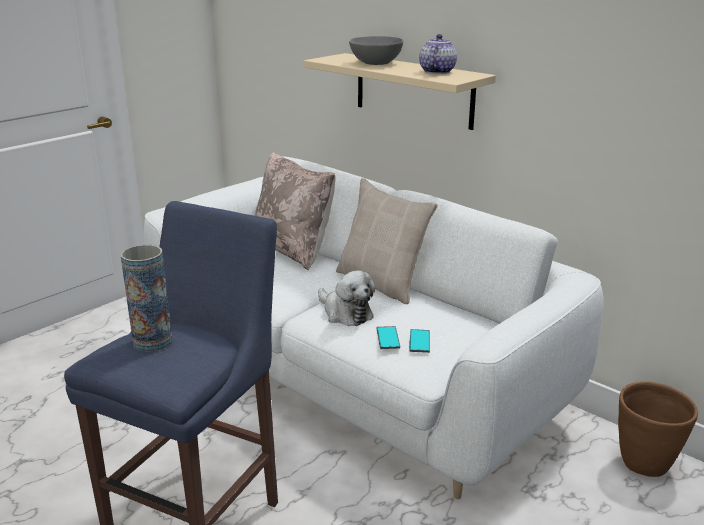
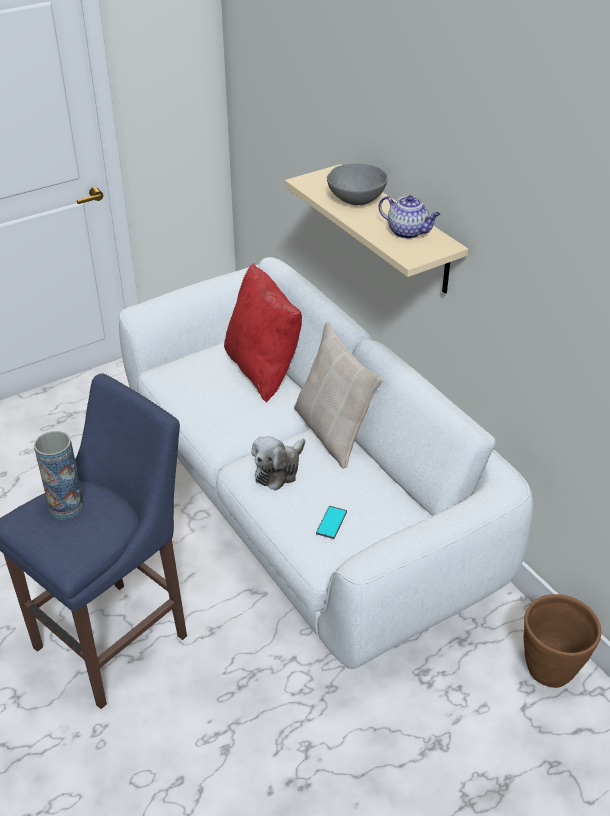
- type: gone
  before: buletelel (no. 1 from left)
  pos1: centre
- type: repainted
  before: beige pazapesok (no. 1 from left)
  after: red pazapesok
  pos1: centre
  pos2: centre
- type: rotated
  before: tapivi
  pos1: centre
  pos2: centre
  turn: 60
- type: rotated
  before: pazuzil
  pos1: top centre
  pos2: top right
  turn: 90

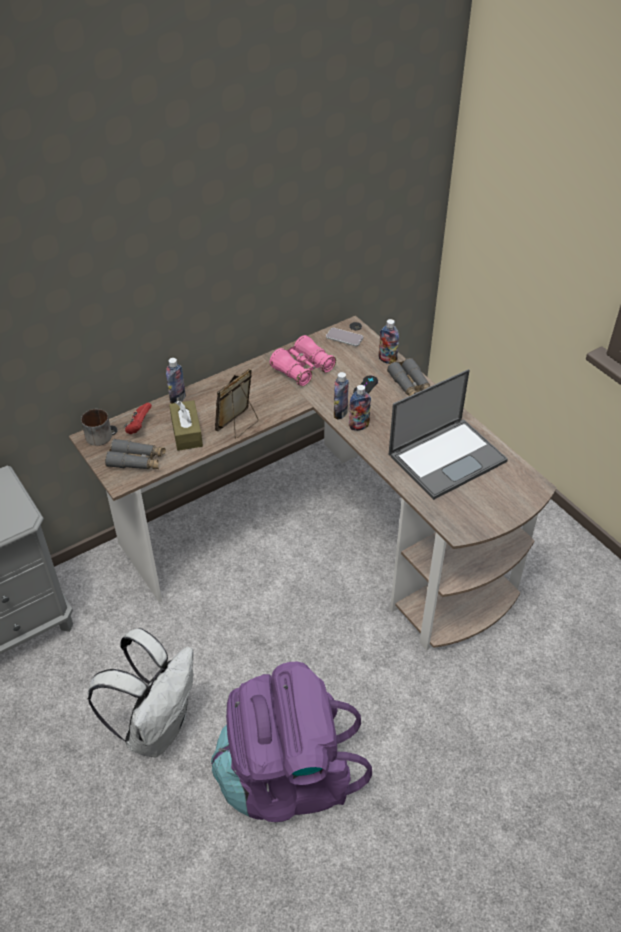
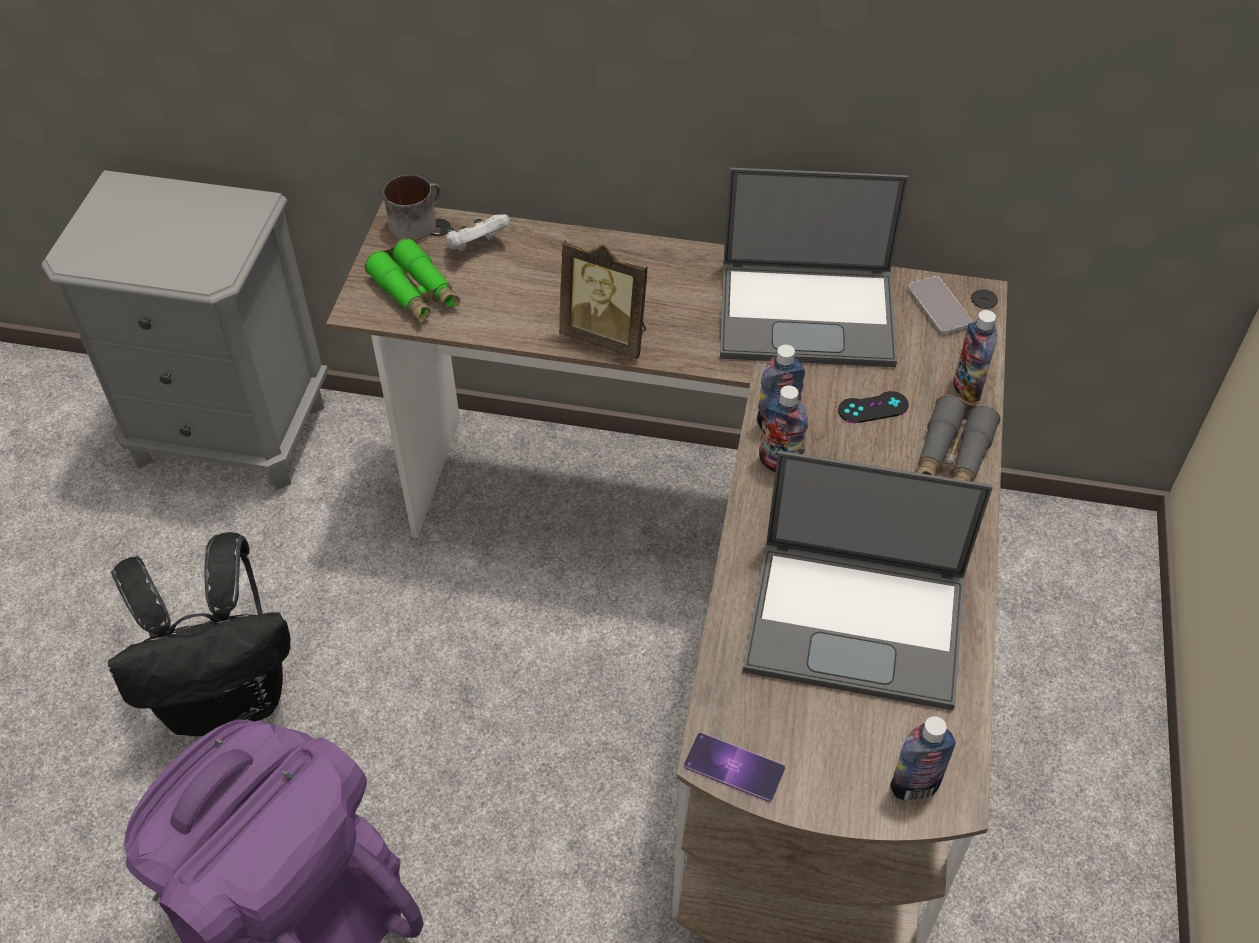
- type: gone
  before: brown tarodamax
  pos1: middle left
- type: new
  after: buletelel (no. 1 from left)
  pos2: bottom centre
- type: shifted
  before: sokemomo (no. 1 from left in the first image)
  after: sokemomo (no. 3 from left)
  pos1: middle left
  pos2: bottom right
- type: swapped
  before: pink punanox
  after: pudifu (no. 1 from left)
  pos1: centre
  pos2: top centre
- type: repainted
  before: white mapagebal
  after: black mapagebal
  pos1: bottom left
  pos2: bottom left
- type: repainted
  before: grey punanox (no. 1 from left)
  after: green punanox
  pos1: middle left
  pos2: top left
- type: repainted
  before: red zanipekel
  after: white zanipekel
  pos1: middle left
  pos2: top centre
- type: rotated
  before: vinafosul
  pos1: centre
  pos2: top centre
  turn: -150

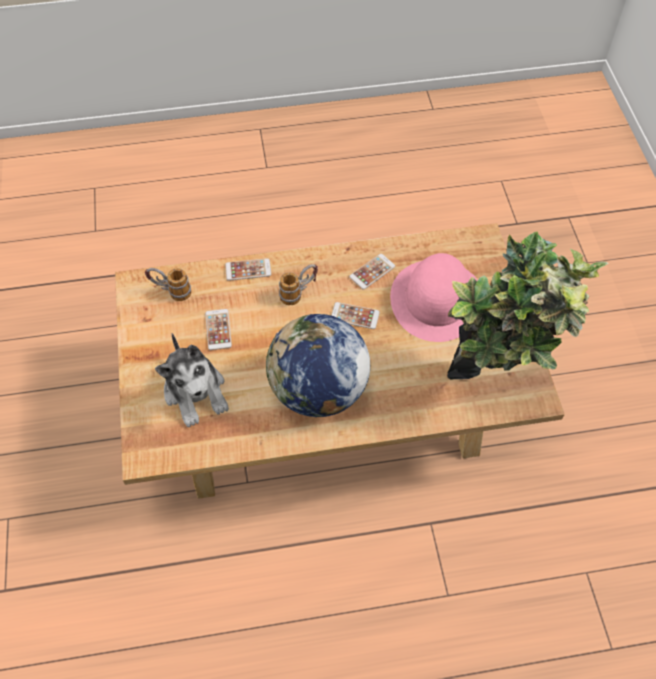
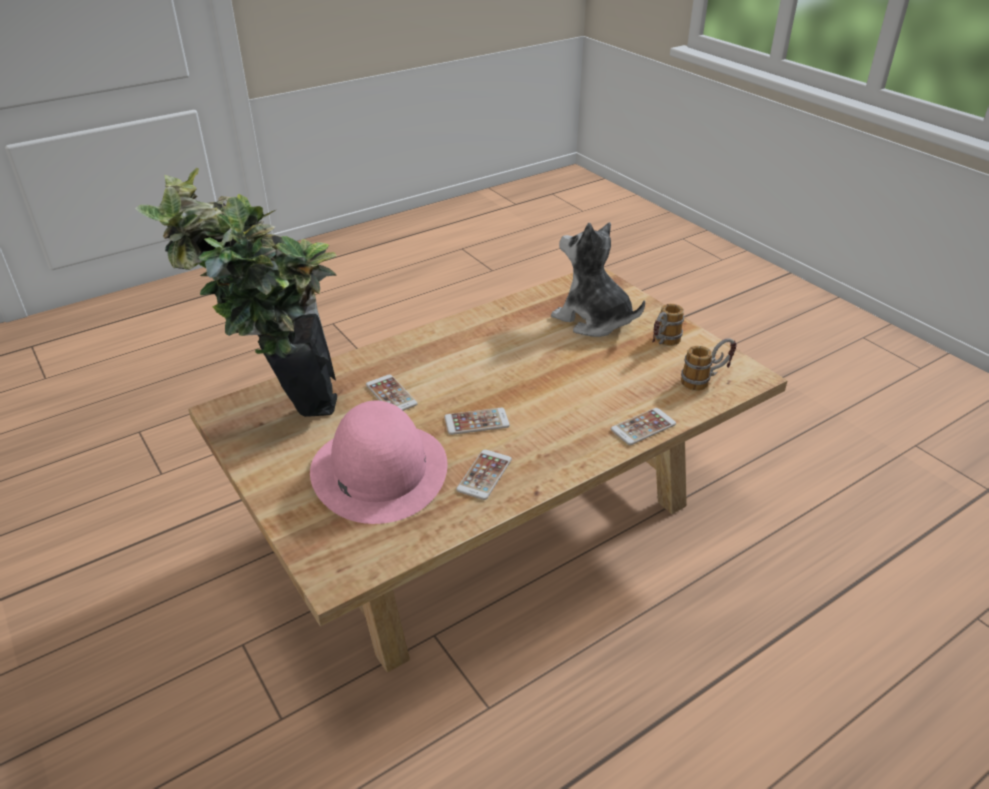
- type: gone
  before: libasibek
  pos1: centre
- type: shifted
  before: buletelel (no. 1 from left)
  pos1: middle left
  pos2: centre
- type: shifted
  before: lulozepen (no. 2 from left in the first image)
  after: lulozepen (no. 1 from left)
  pos1: centre
  pos2: middle right

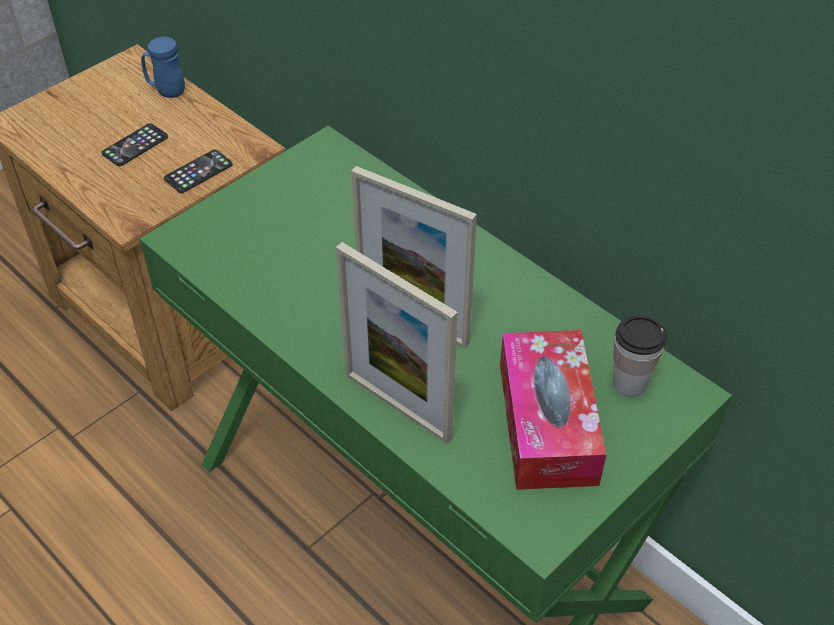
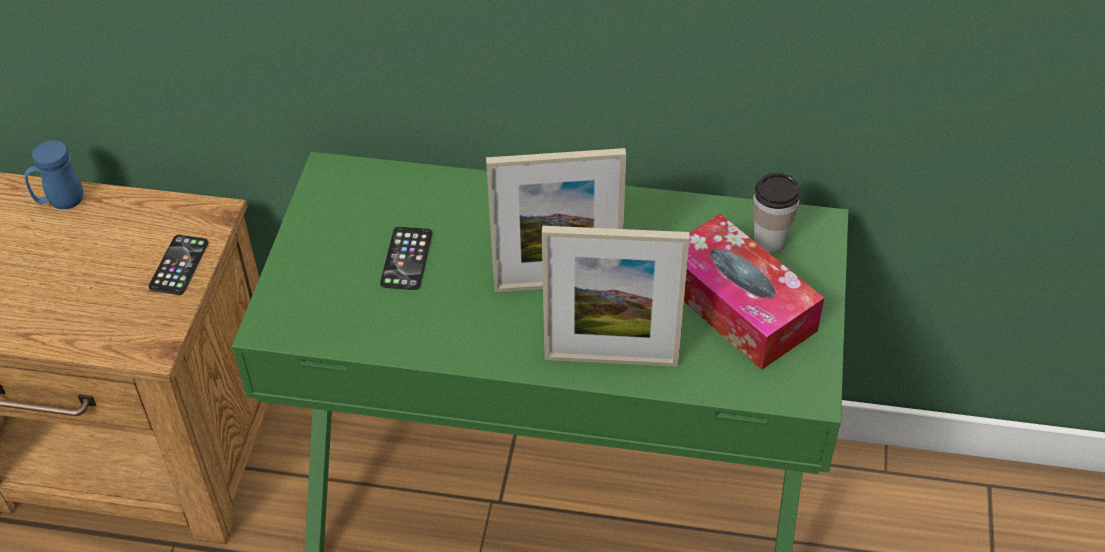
- type: shifted
  before: buletelel (no. 1 from left in the first image)
  after: buletelel (no. 2 from left)
  pos1: top left
  pos2: centre

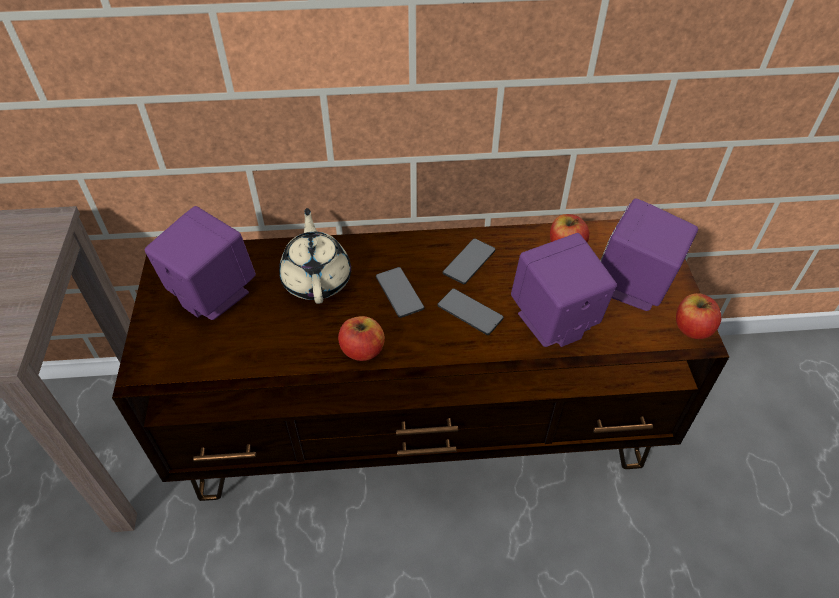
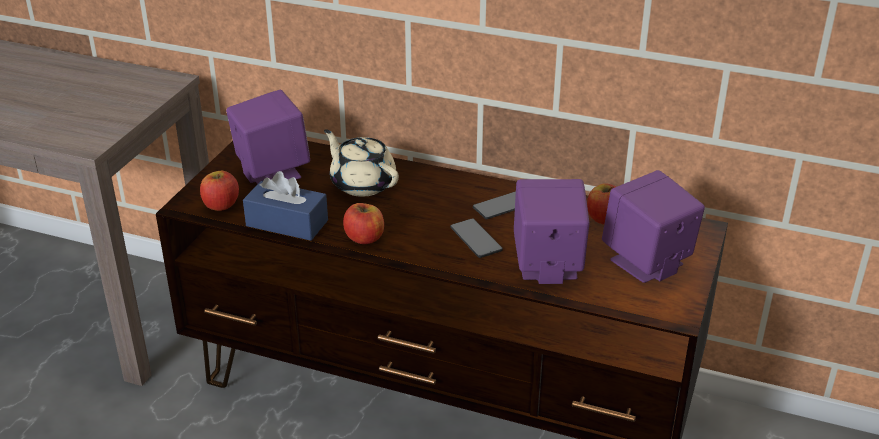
- type: gone
  before: buletelel (no. 1 from left)
  pos1: centre
- type: new
  after: blue tarodamax
  pos2: middle left
- type: shifted
  before: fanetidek (no. 3 from left in the first image)
  after: fanetidek (no. 1 from left)
  pos1: middle right
  pos2: middle left
- type: rotated
  before: beige pazuzil
  pos1: centre
  pos2: centre
  turn: -60

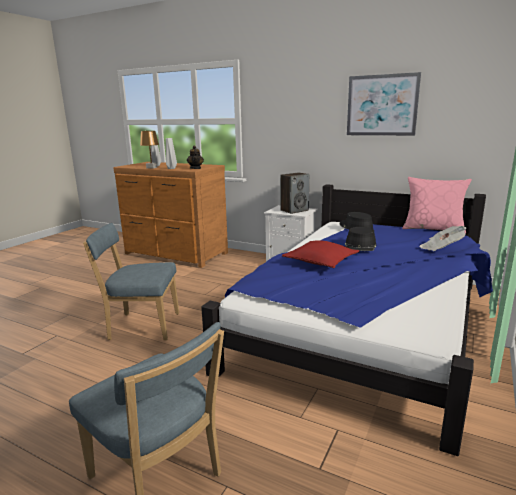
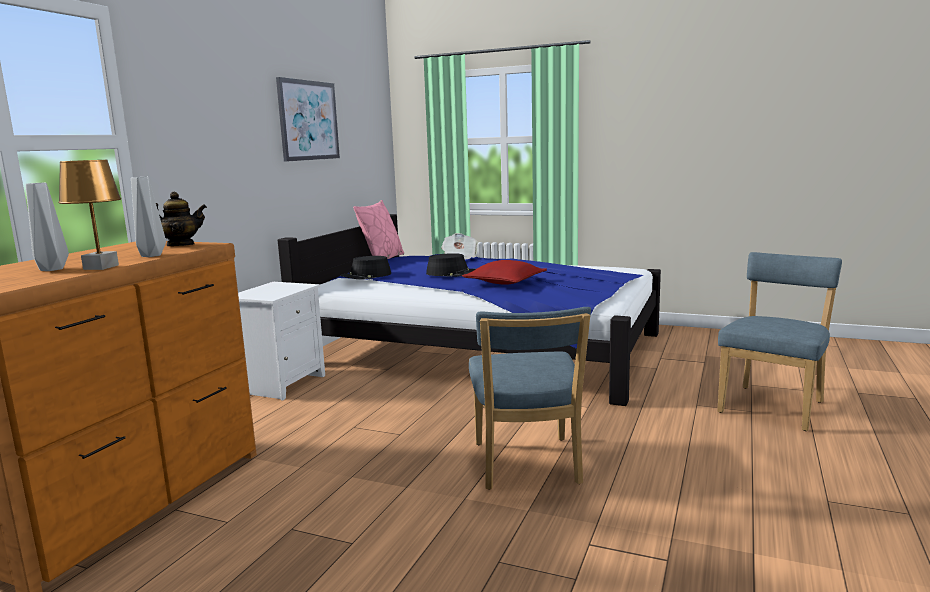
- type: gone
  before: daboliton
  pos1: centre

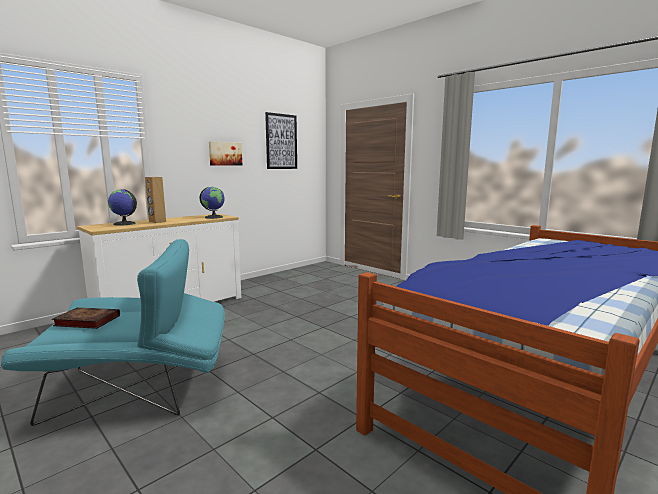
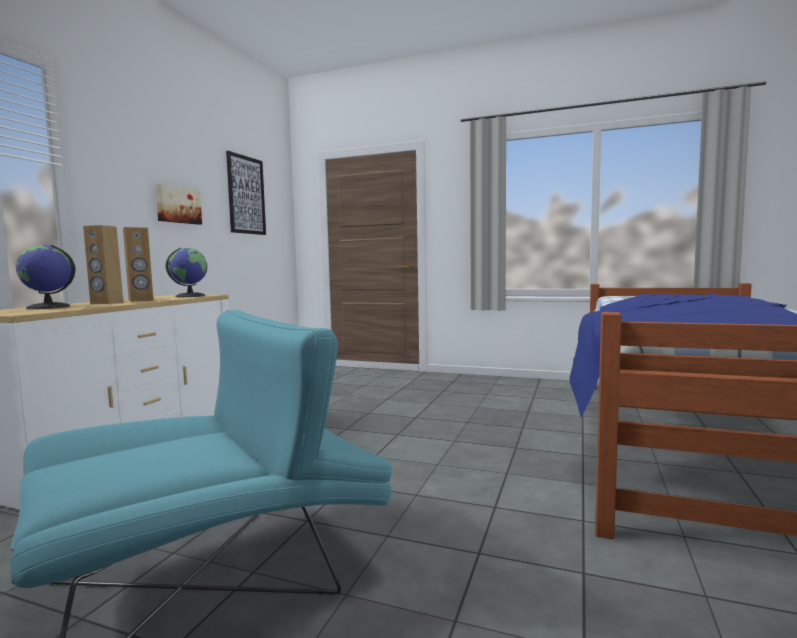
- type: gone
  before: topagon
  pos1: middle left
- type: new
  after: brown daboliton (no. 2 from left)
  pos2: middle left

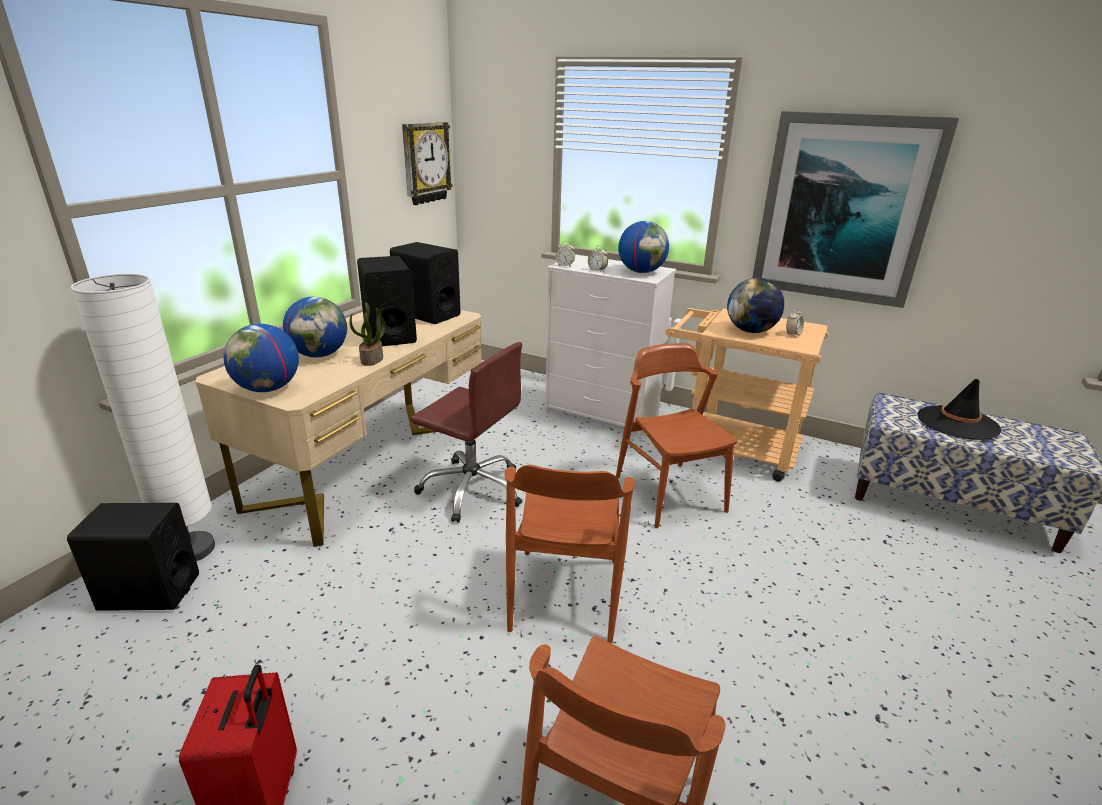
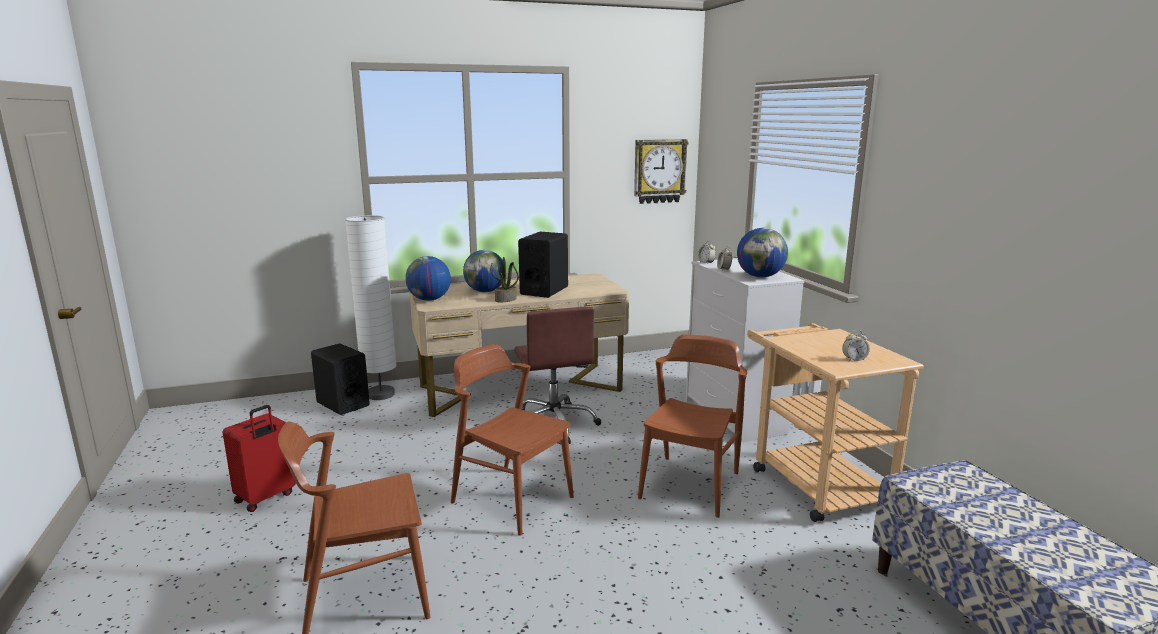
- type: gone
  before: black daboliton (no. 3 from left)
  pos1: centre
- type: gone
  before: libasibek (no. 4 from left)
  pos1: middle right
- type: gone
  before: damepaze
  pos1: top right
- type: gone
  before: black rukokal
  pos1: middle right
- type: rotated
  before: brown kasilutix (no. 1 from left in the first image)
  pos1: bottom centre
  pos2: bottom centre
  turn: 75

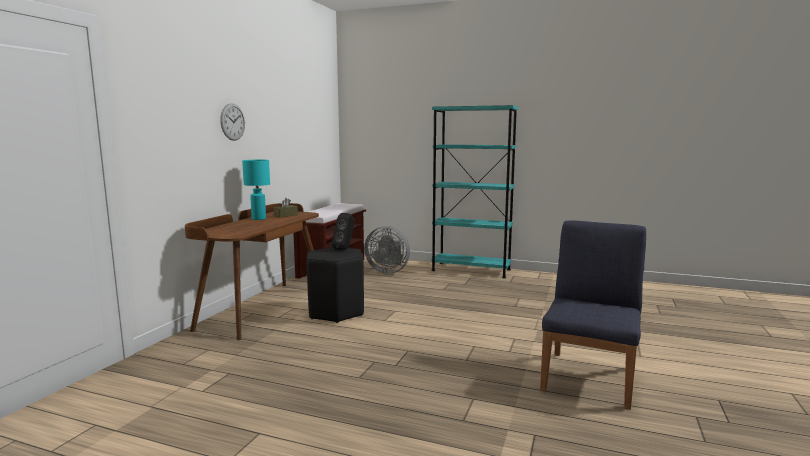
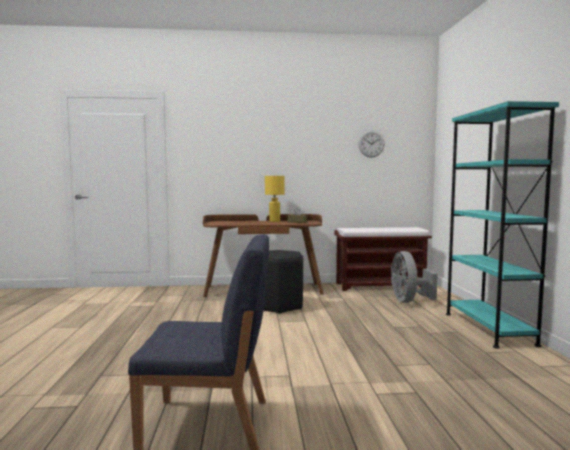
- type: gone
  before: black daboliton
  pos1: centre
- type: shifted
  before: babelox
  pos1: top left
  pos2: top centre
- type: repainted
  before: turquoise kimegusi
  after: yellow kimegusi
  pos1: middle left
  pos2: centre

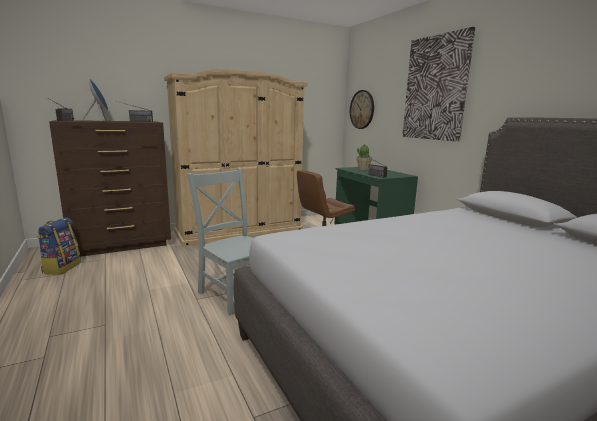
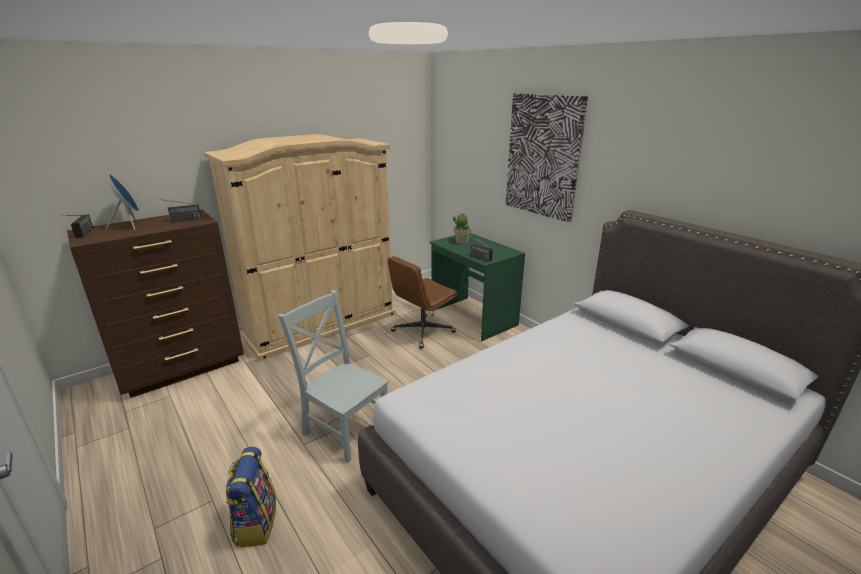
- type: gone
  before: babelox
  pos1: top centre
- type: shifted
  before: mapagebal
  pos1: middle left
  pos2: bottom left

